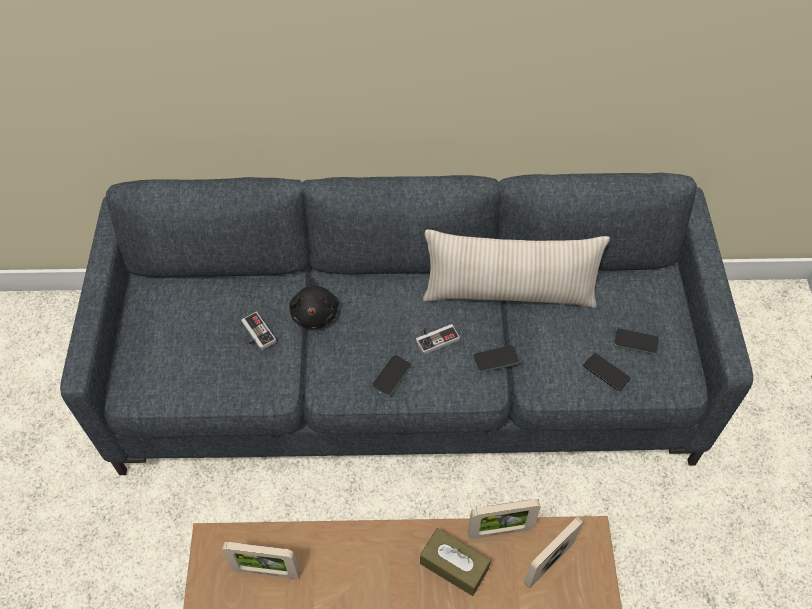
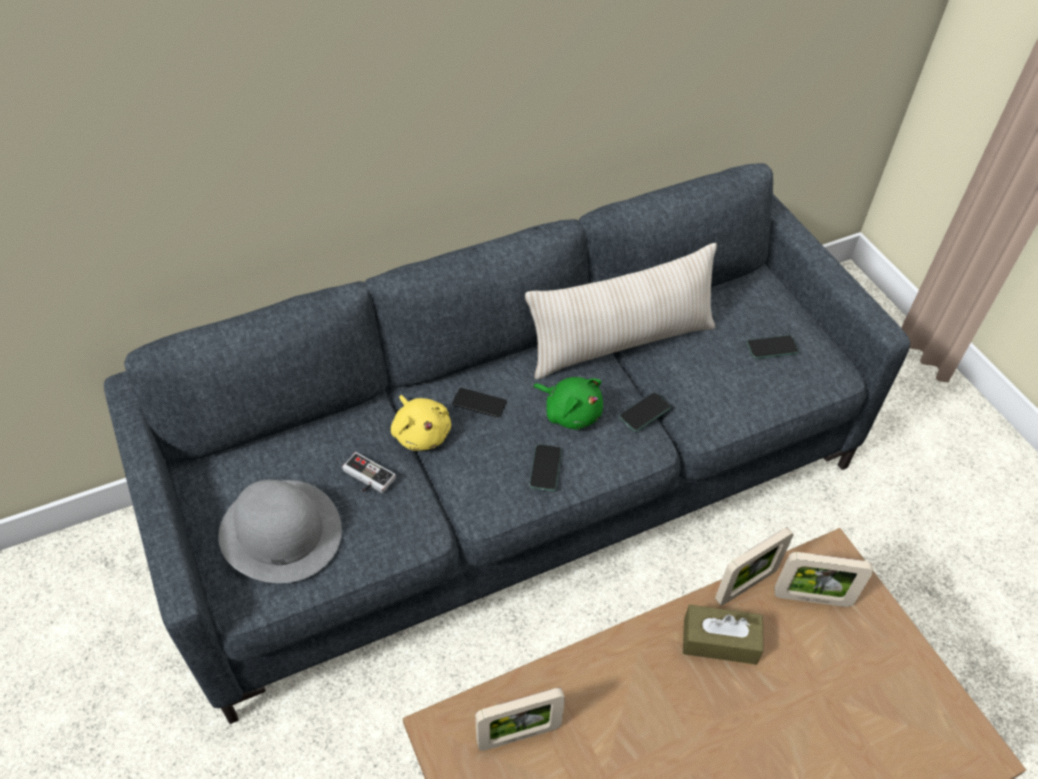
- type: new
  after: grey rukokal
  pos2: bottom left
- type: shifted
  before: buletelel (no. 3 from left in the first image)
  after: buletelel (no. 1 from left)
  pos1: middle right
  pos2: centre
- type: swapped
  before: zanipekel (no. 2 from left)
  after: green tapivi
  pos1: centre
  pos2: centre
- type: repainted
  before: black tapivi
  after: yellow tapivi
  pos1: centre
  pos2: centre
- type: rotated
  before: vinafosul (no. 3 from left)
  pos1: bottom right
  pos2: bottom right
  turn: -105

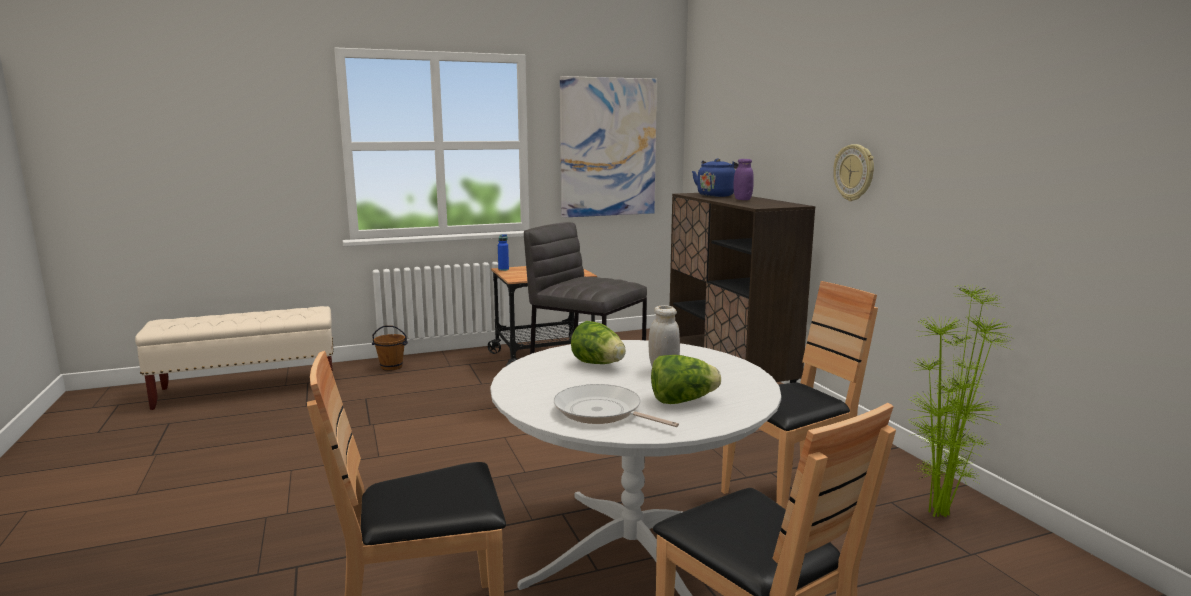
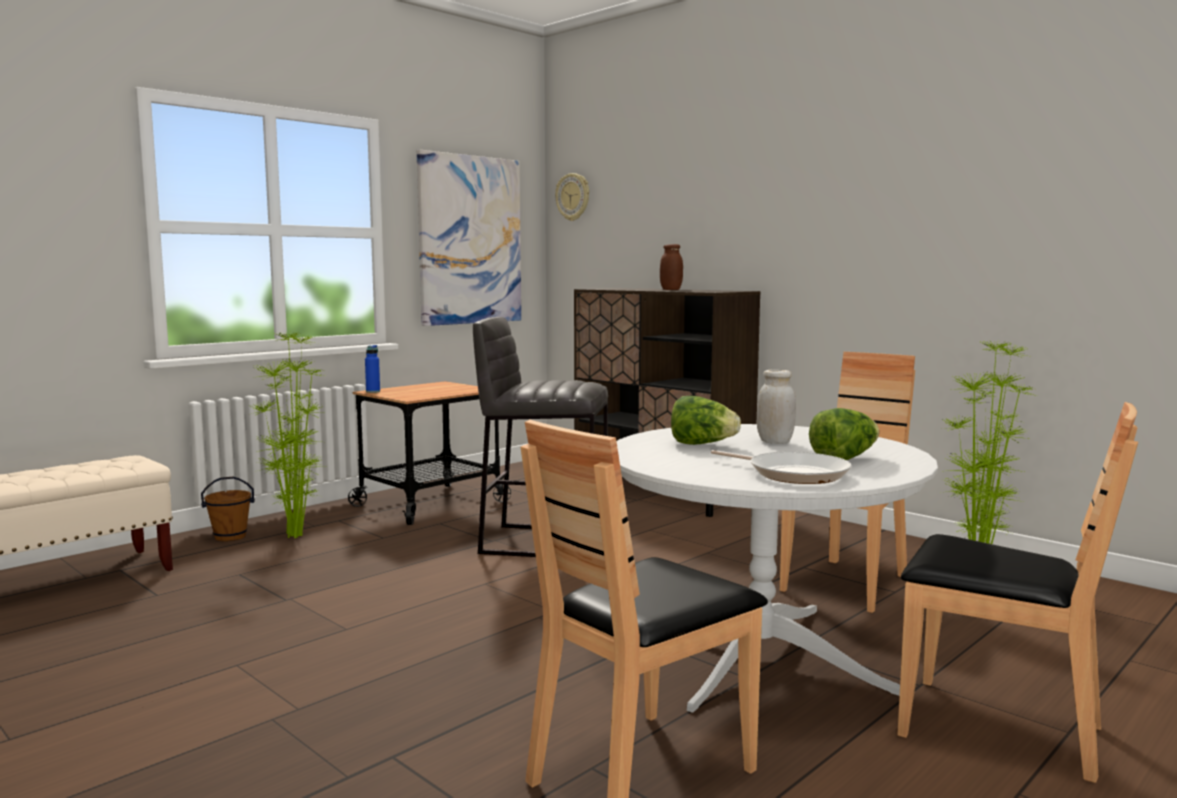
- type: gone
  before: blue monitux
  pos1: top centre
- type: new
  after: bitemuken (no. 1 from left)
  pos2: middle left
- type: shifted
  before: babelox
  pos1: top right
  pos2: top centre
- type: repainted
  before: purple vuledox
  after: brown vuledox
  pos1: top centre
  pos2: centre
- type: rotated
  before: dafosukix
  pos1: bottom centre
  pos2: centre
  turn: -150

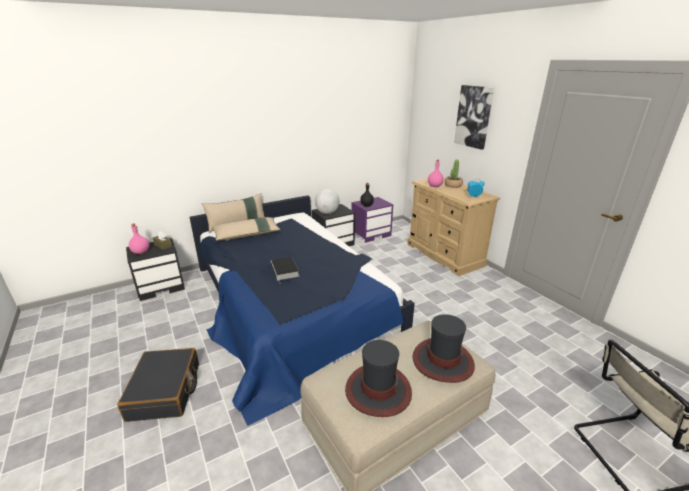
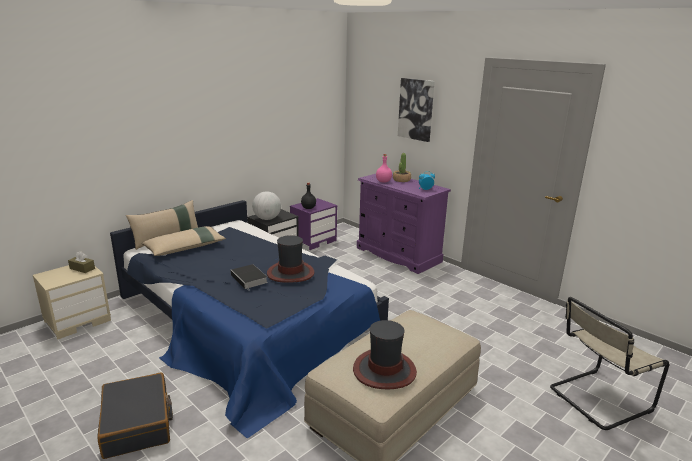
- type: gone
  before: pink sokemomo (no. 1 from left)
  pos1: middle left
- type: shifted
  before: rukokal (no. 2 from left in the first image)
  after: rukokal (no. 1 from left)
  pos1: bottom centre
  pos2: centre
- type: repainted
  before: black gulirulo (no. 1 from left)
  after: beige gulirulo
  pos1: middle left
  pos2: middle left
- type: repainted
  before: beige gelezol
  after: purple gelezol
  pos1: centre
  pos2: centre

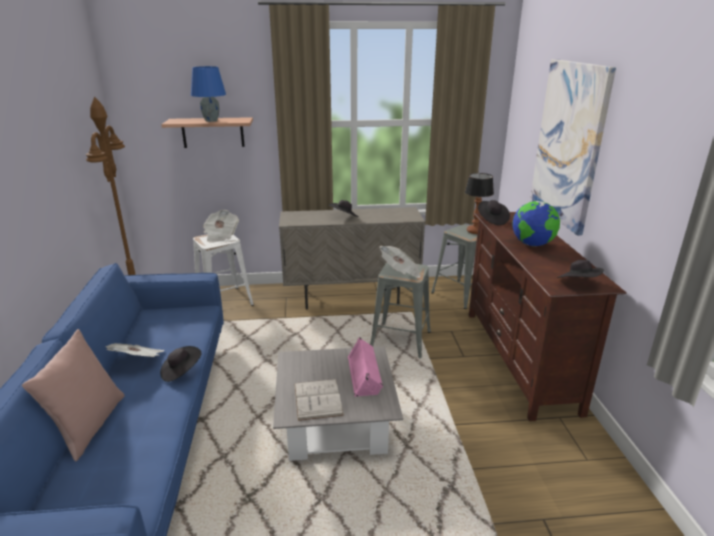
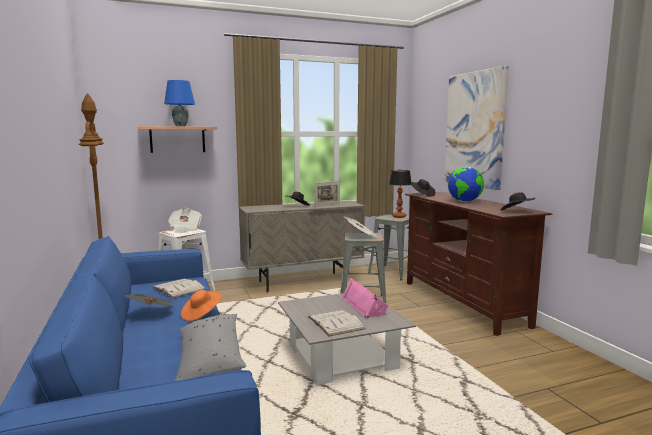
- type: gone
  before: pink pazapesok
  pos1: bottom left
- type: new
  after: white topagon (no. 1 from left)
  pos2: middle left
- type: new
  after: grey pazapesok
  pos2: bottom left
- type: new
  after: vinafosul
  pos2: centre
- type: repainted
  before: black rukokal (no. 1 from left)
  after: orange rukokal
  pos1: bottom left
  pos2: bottom left

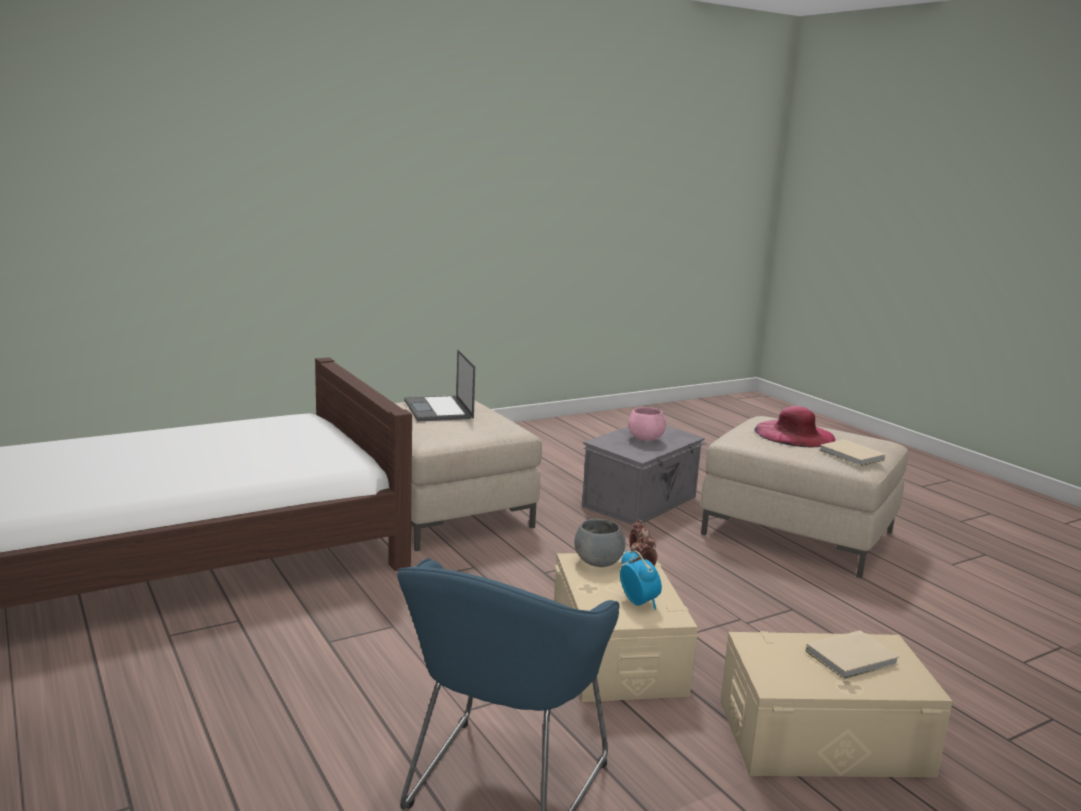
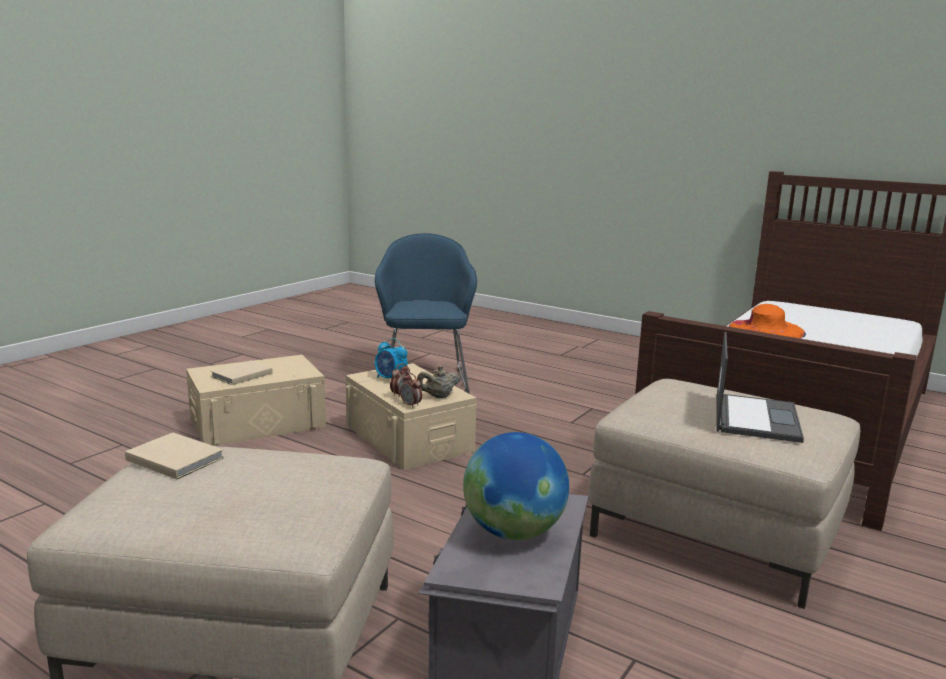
- type: gone
  before: pink rukokal
  pos1: middle right
- type: new
  after: orange rukokal
  pos2: middle right
- type: swapped
  before: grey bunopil
  after: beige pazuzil
  pos1: bottom centre
  pos2: centre
- type: swapped
  before: pink bunopil
  after: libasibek
  pos1: centre
  pos2: bottom centre
- type: rotated
  before: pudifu
  pos1: centre
  pos2: middle right
  turn: 60

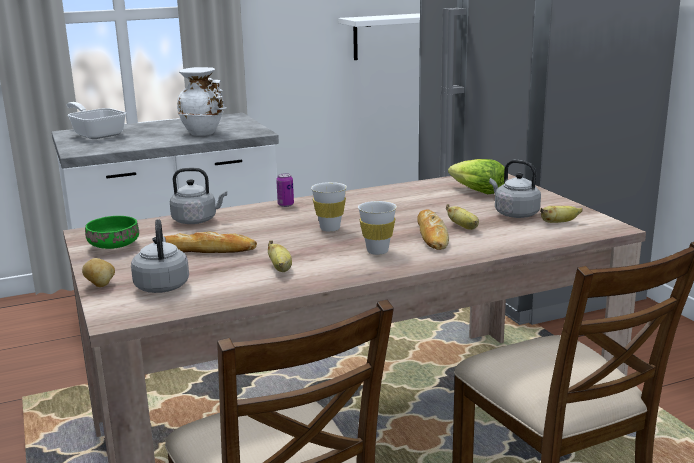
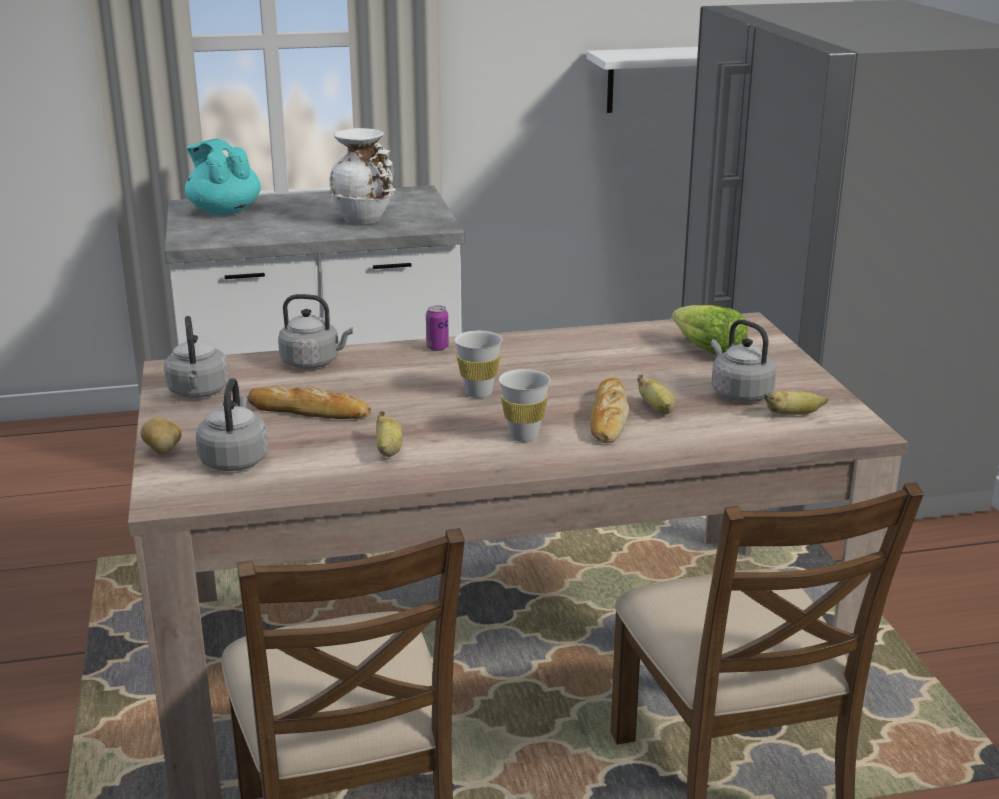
- type: swapped
  before: dafosukix
  after: turquoise pazuzil
  pos1: top left
  pos2: top left
- type: swapped
  before: green bunopil
  after: grey monitux (no. 1 from left)
  pos1: middle left
  pos2: middle left

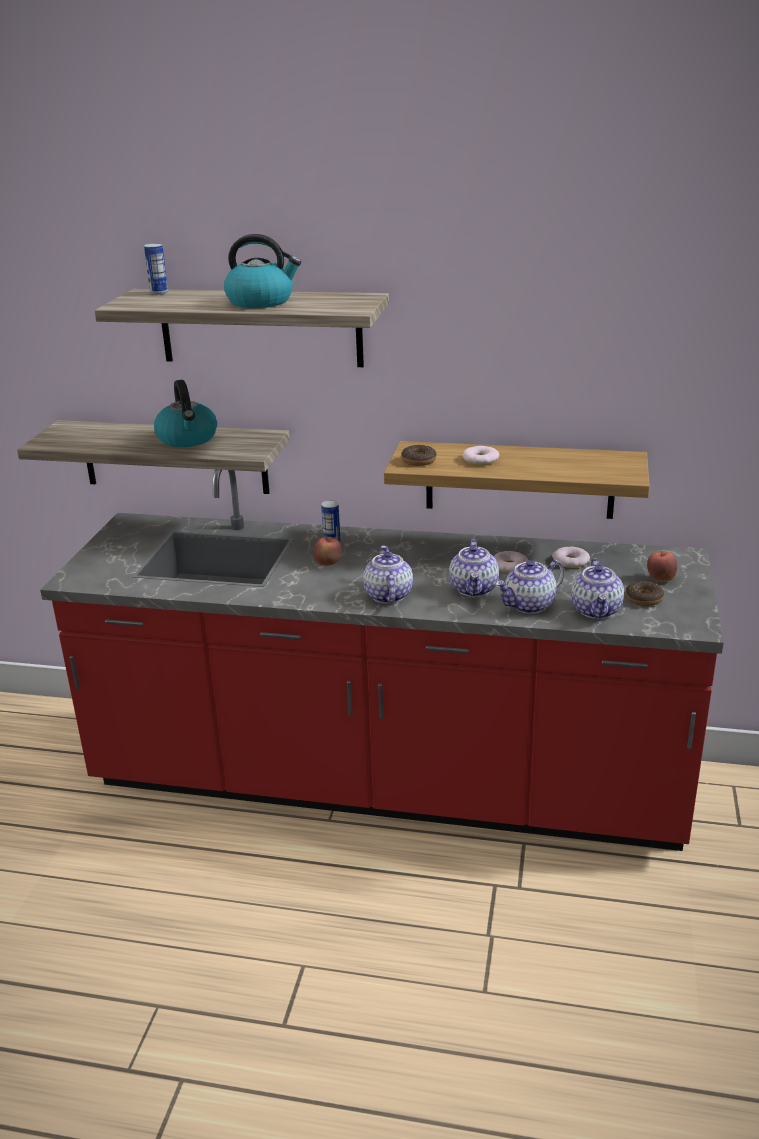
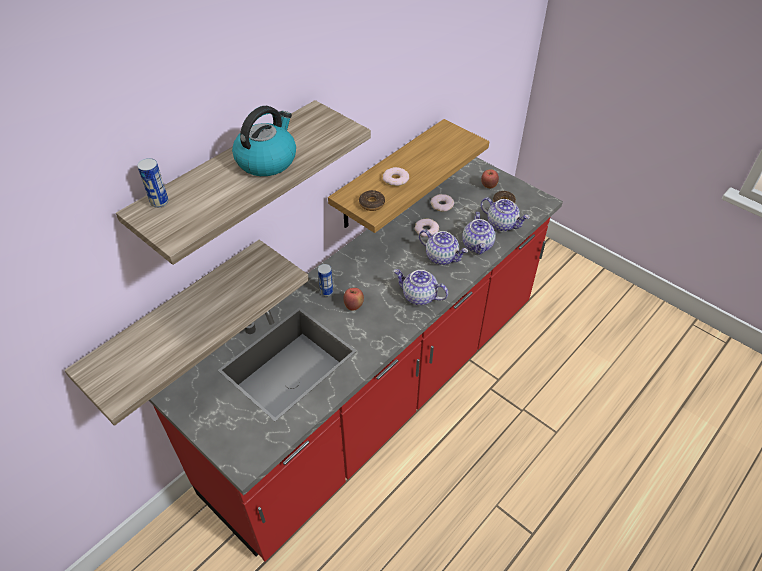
- type: gone
  before: monitux (no. 1 from left)
  pos1: middle left

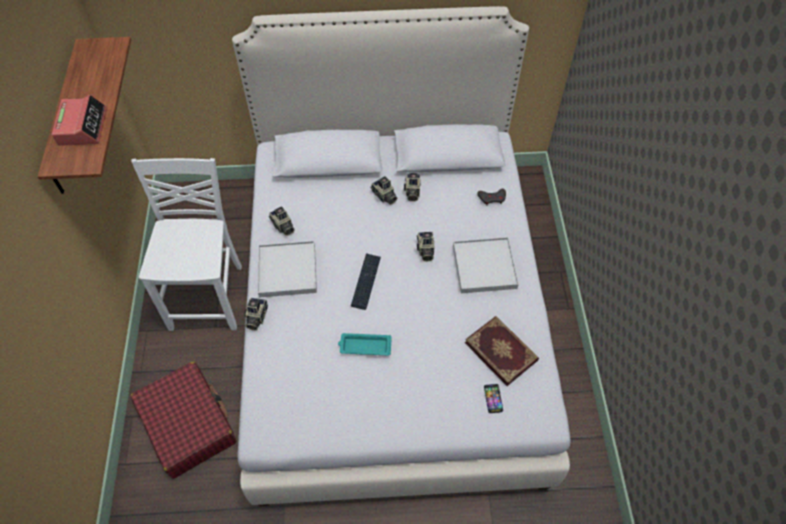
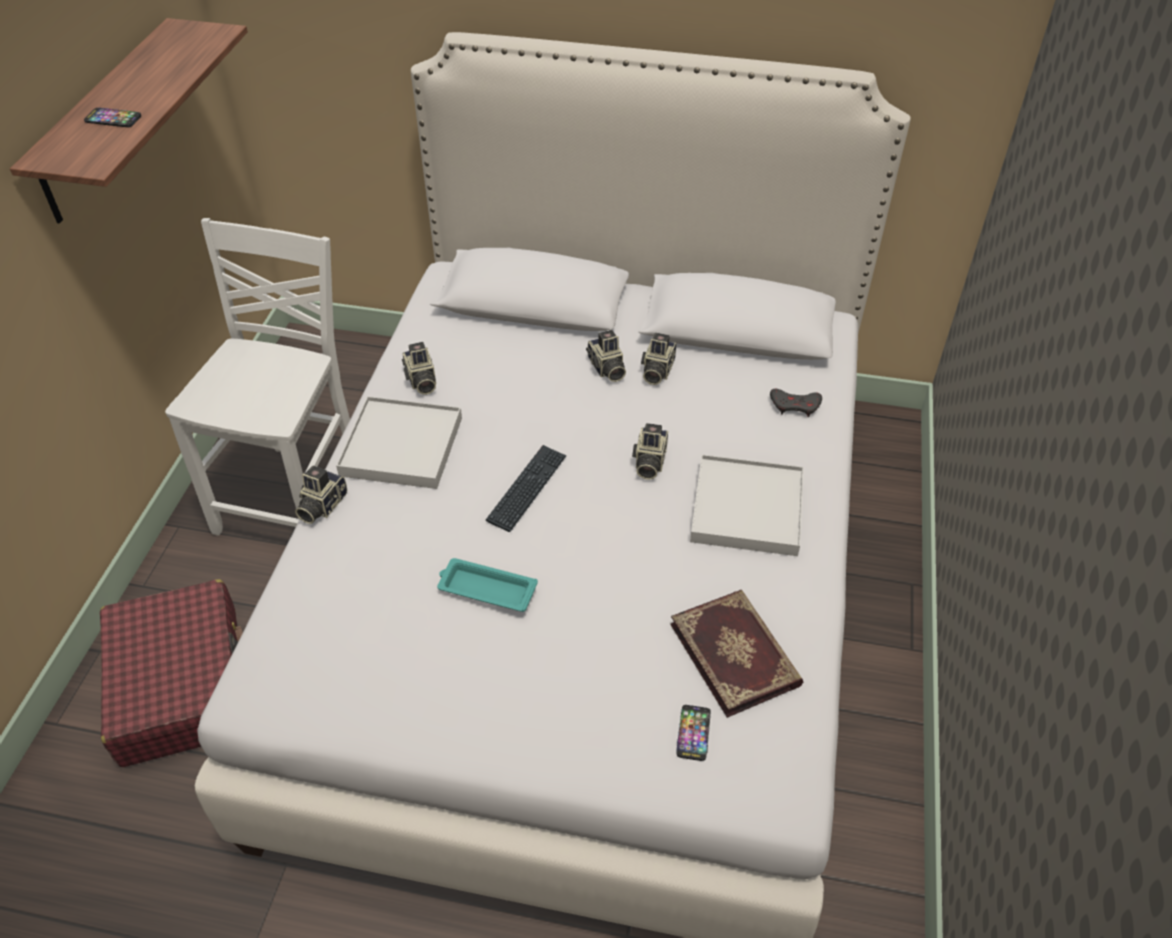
- type: swapped
  before: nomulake
  after: buletelel (no. 1 from left)
  pos1: top left
  pos2: top left

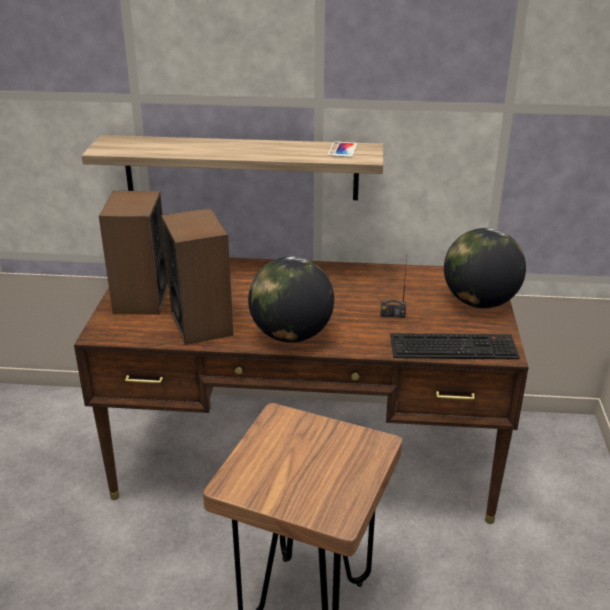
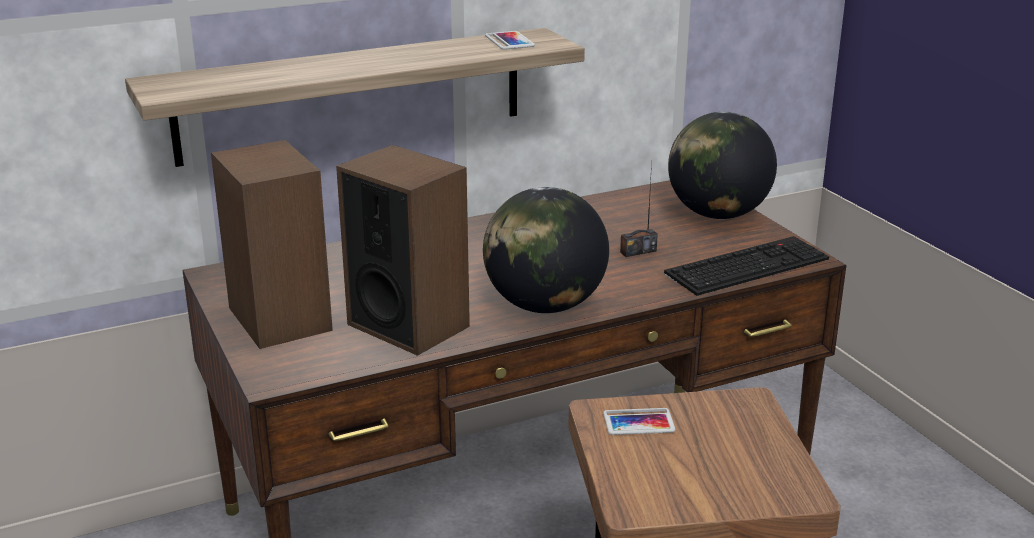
- type: new
  after: buletelel (no. 2 from left)
  pos2: bottom centre

